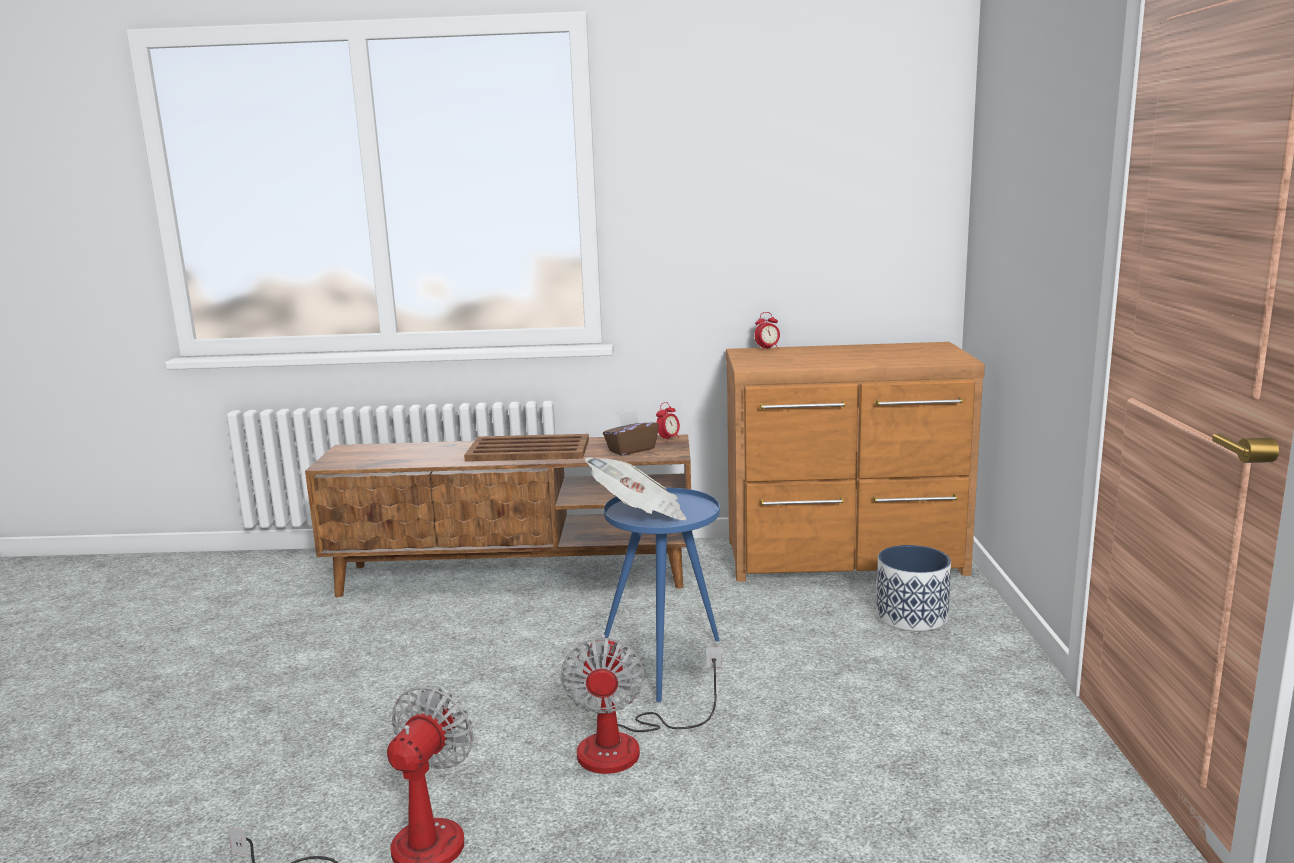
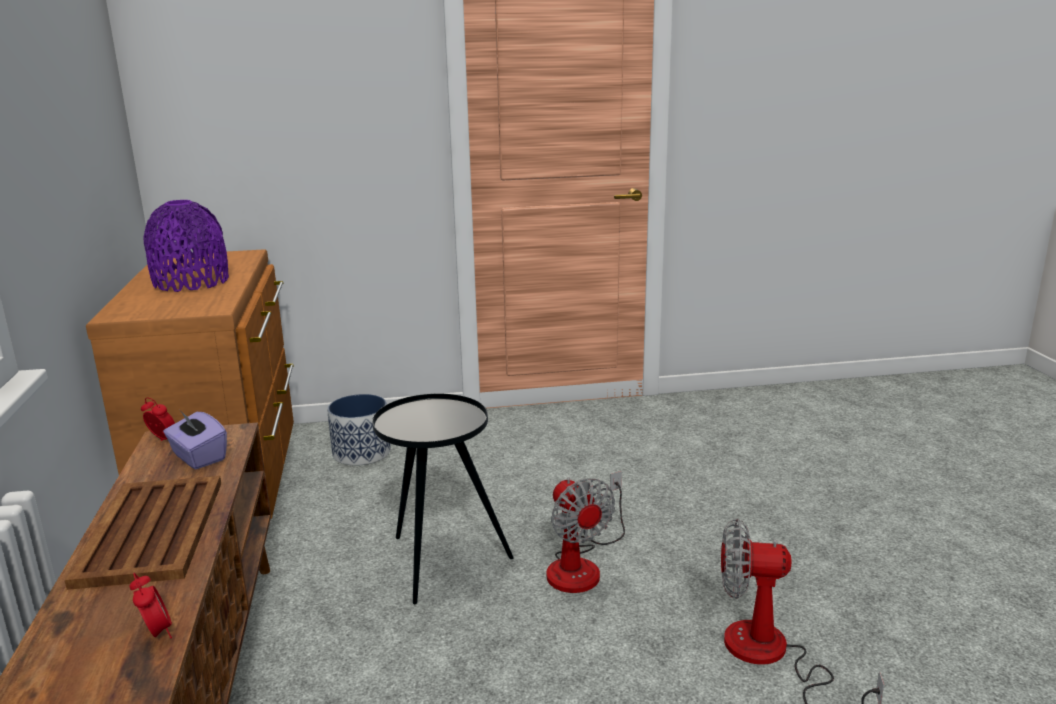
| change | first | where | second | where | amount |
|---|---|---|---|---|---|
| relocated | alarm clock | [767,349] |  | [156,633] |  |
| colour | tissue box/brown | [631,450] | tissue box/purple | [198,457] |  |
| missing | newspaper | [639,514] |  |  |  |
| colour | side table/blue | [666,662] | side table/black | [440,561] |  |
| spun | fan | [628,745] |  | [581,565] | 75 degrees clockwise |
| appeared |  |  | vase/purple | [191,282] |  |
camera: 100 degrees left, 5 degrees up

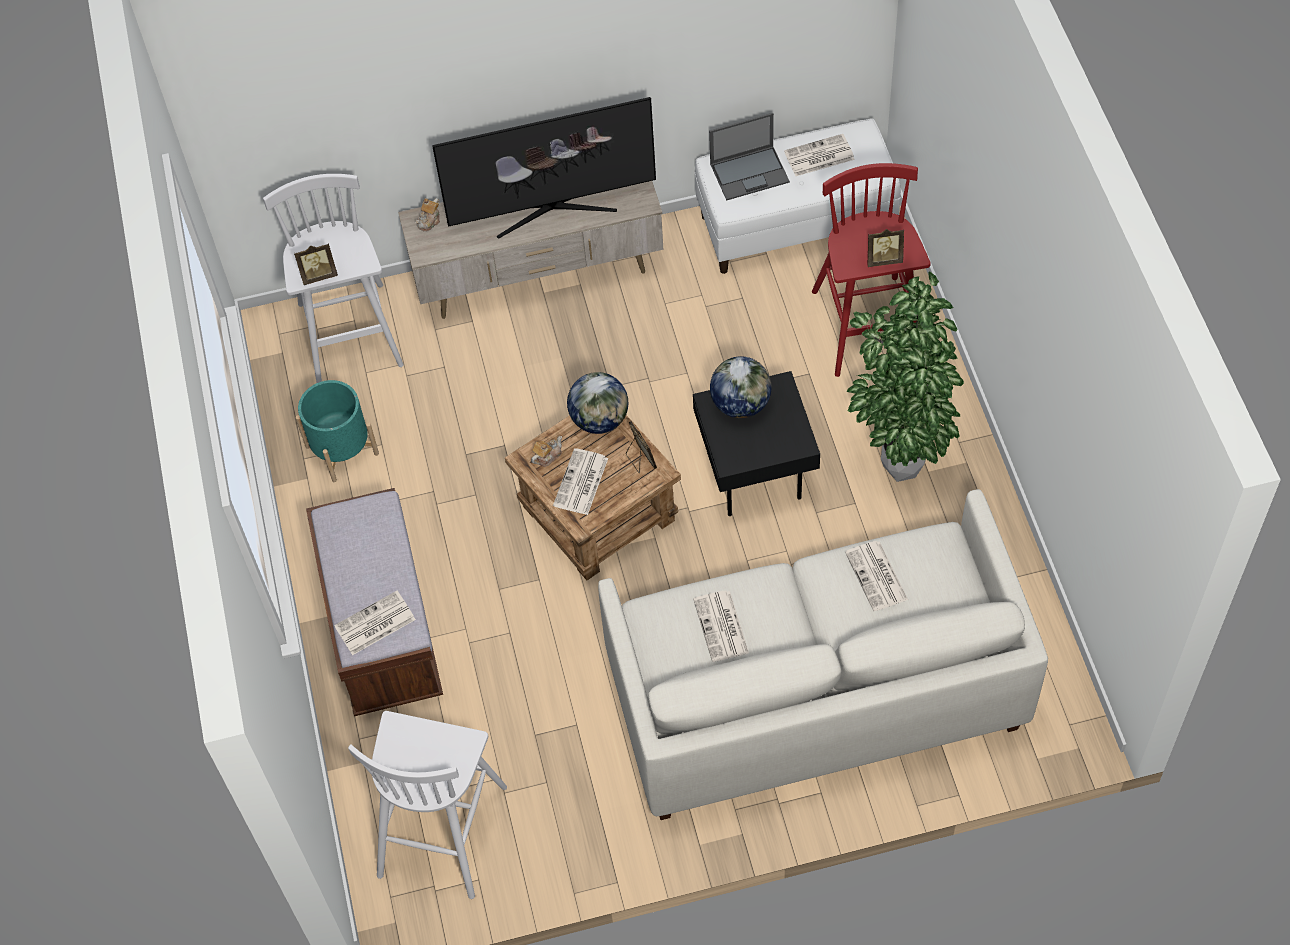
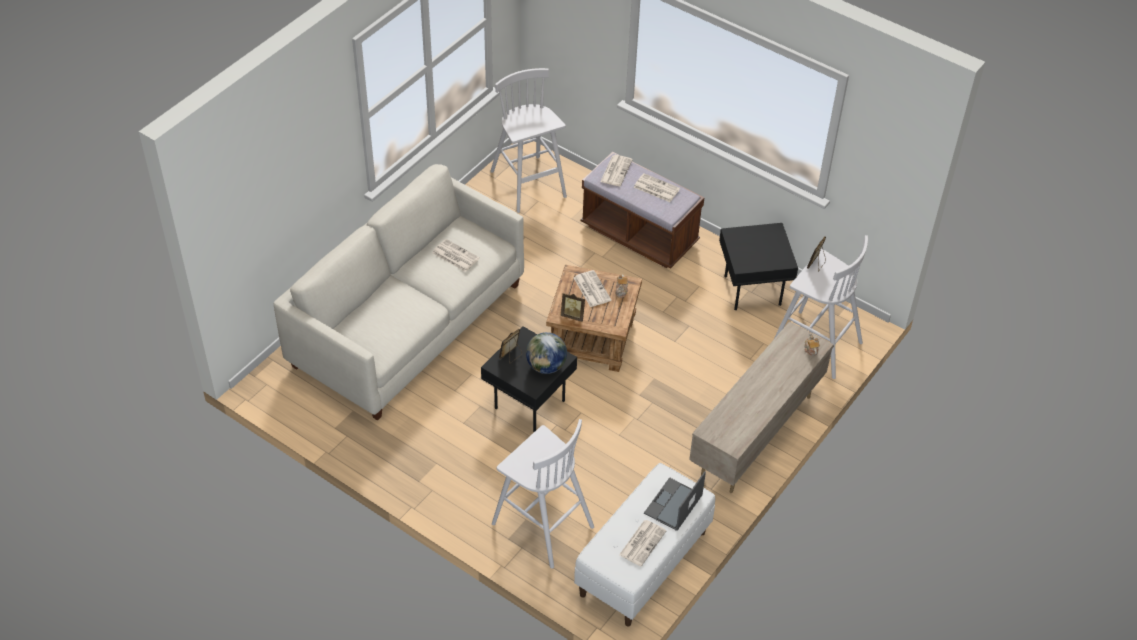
| change | first | where | second | where | amount |
|---|---|---|---|---|---|
| missing | television | [552,209] |  |  |  |
| colour | stool/red | [867,328] | stool/white | [541,524] |  |
| relocated | picture frame | [883,259] |  | [511,356] |  |
| missing | potted plant | [897,465] |  |  |  |
| missing | globe | [600,419] |  |  |  |
| exchanged | planter/turquoise | [342,450] | side table/black | [751,291] |  |
| relocated | newspaper | [877,577] |  | [656,188] |  |
camera: 135 degrees right, 10 degrees down

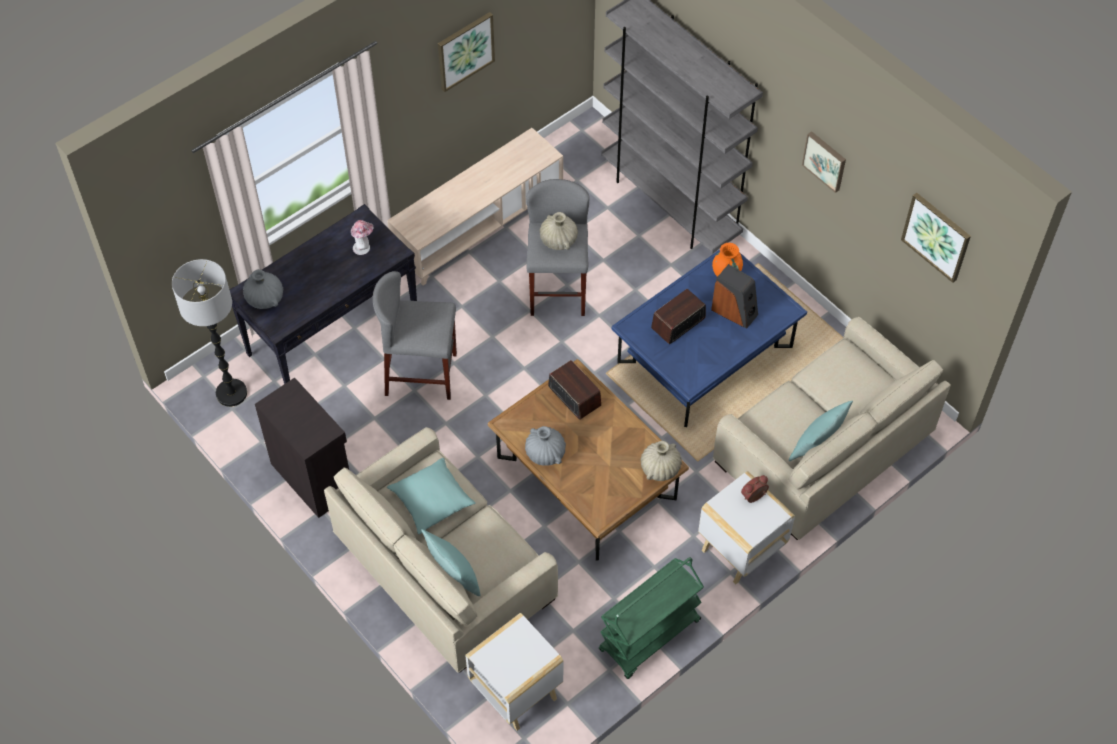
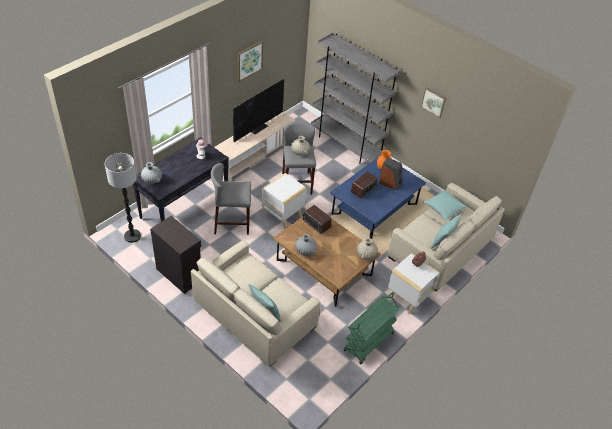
| change | first | where | second | where | amount |
|---|---|---|---|---|---|
| missing | picture | [936,236] |  |  |  |
| relocated | pillow/turquoise | [432,501] |  | [444,208] |  |
| relocated | side table/white | [514,690] |  | [282,214] |  |
| appeared |  |  | television | [258,127] |  |
camera: 10 degrees left, 10 degrees down

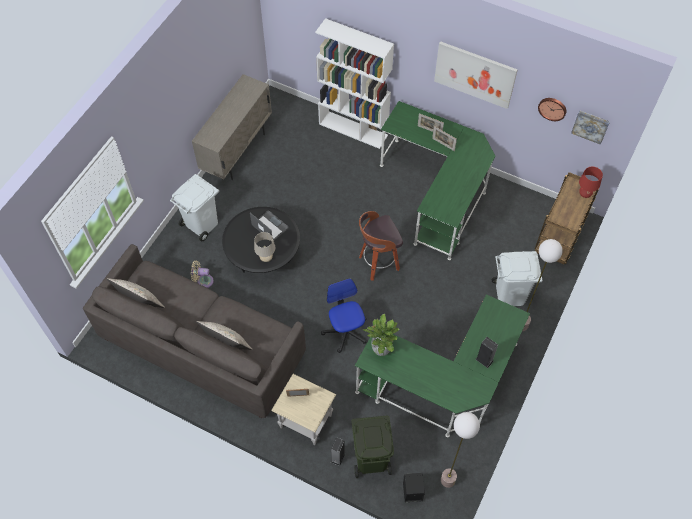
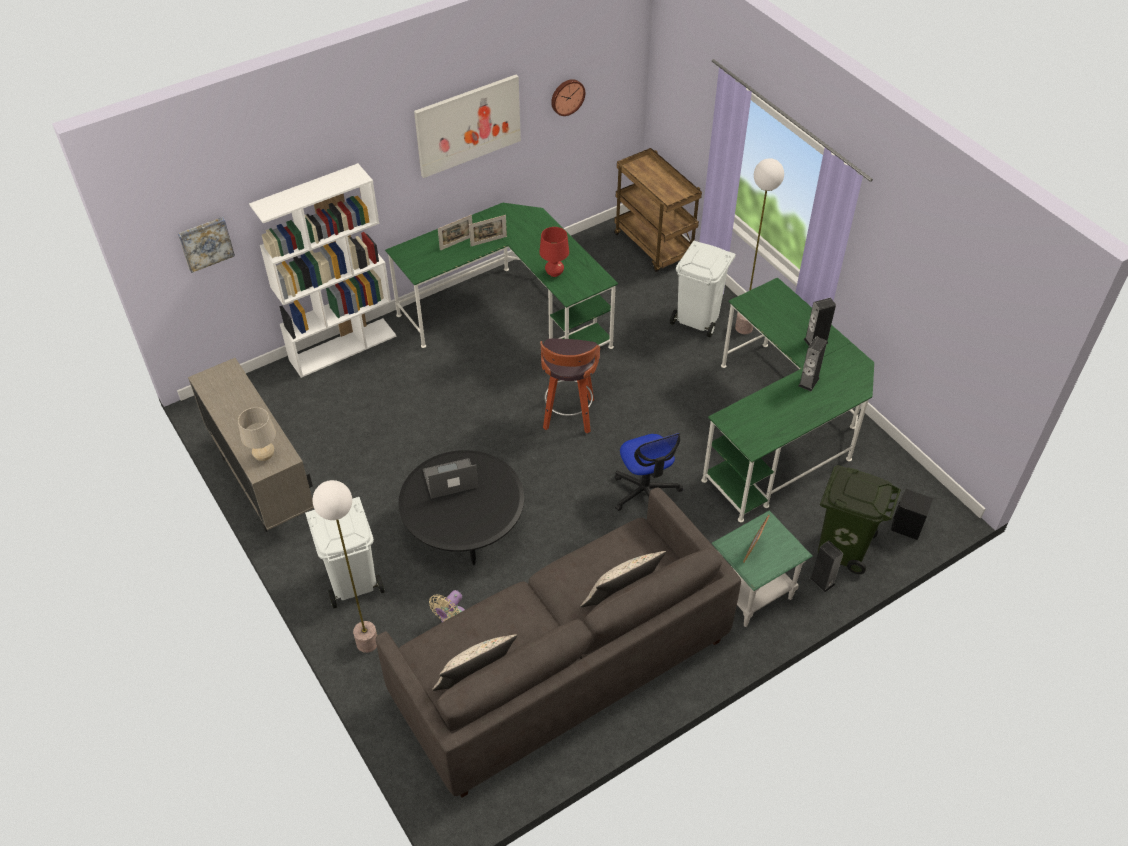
| change | first | where | second | where | amount |
|---|---|---|---|---|---|
| relocated | picture | [590,126] |  | [205,243] |  |
| relocated | table lamp/red | [584,194] |  | [554,273] |  |
| relocated | table lamp/beige | [266,258] |  | [264,456] |  |
| spun | office chair | [345,331] |  | [645,492] | 120 degrees counterclockwise |
| missing | potted plant | [381,349] |  |  |  |
| colour | side table/beige | [305,421] | side table/green | [751,594] |  |
| relocated | floor lamp | [447,480] |  | [367,643] |  |
| appeared |  |  | speaker | [808,382] |  |
camera: 60 degrees left, 10 degrees down

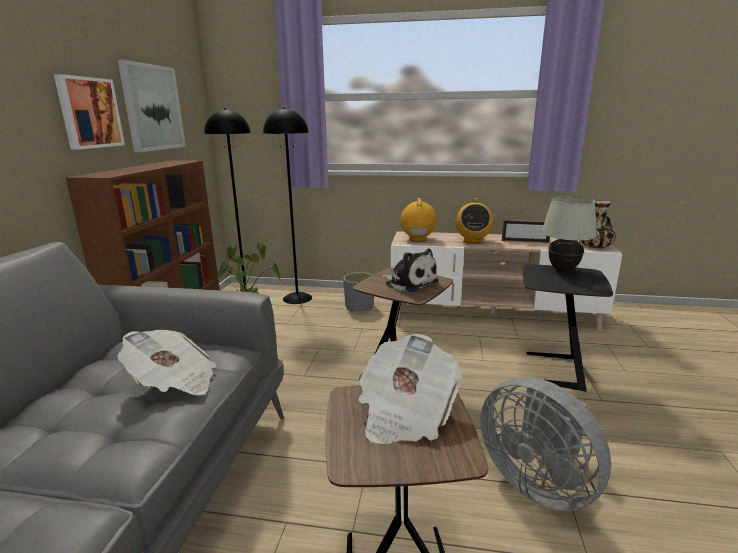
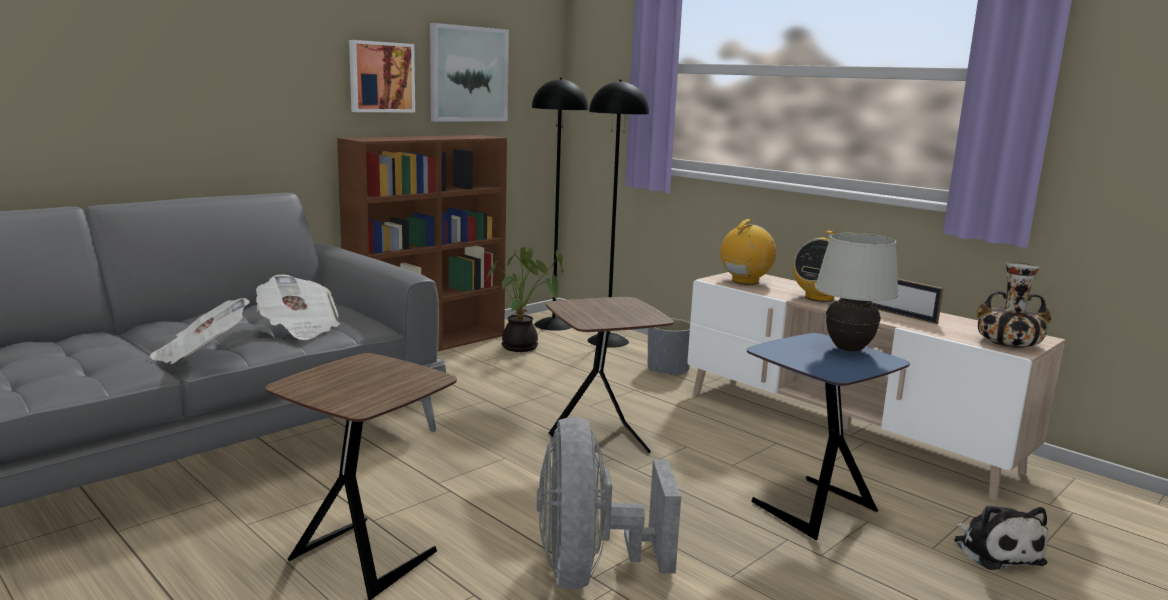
| change | first | where | second | where | amount |
|---|---|---|---|---|---|
| relocated | plush toy | [409,283] |  | [995,550] |  |
| colour | side table/black | [551,371] | side table/blue | [809,506] |  |
| relocated | newspaper | [405,412] |  | [201,355] |  |
camera: 35 degrees right, 5 degrees down

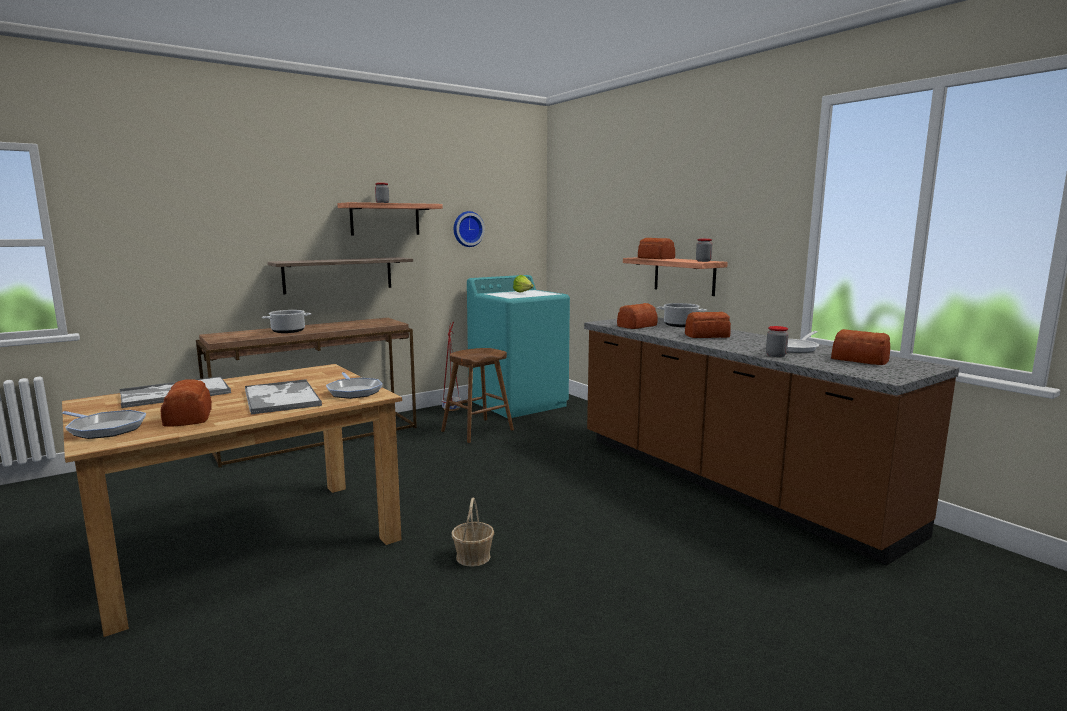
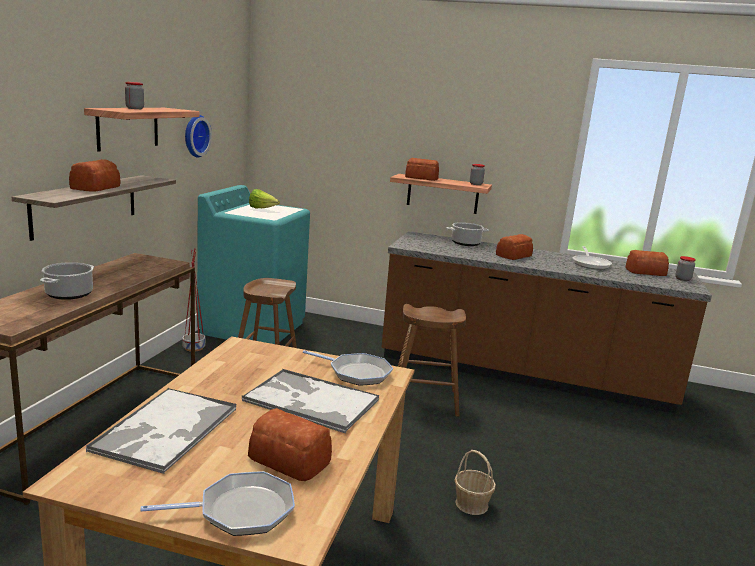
| change | first | where | second | where | amount |
|---|---|---|---|---|---|
| relocated | bread | [636,326] |  | [94,188] |  |
| relocated | jar | [776,355] |  | [682,279] |  |
| appeared |  |  | stool/brown | [424,400] |  |
camera: 40 degrees left, 5 degrees up

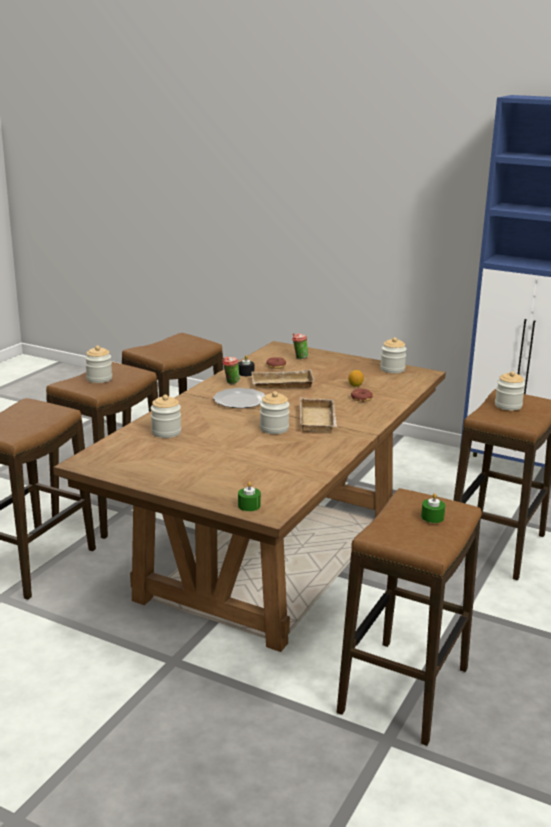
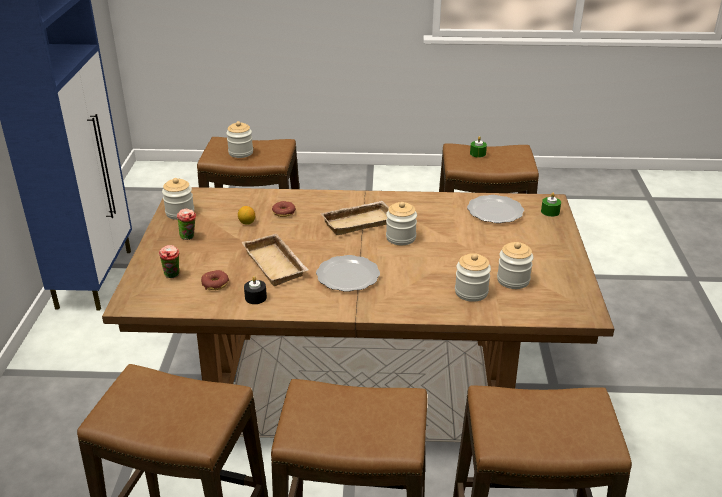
| change | first | where | second | where | amount |
|---|---|---|---|---|---|
| relocated | jar | [99,379] |  | [513,280] |  |
| relocated | cup | [231,383] |  | [189,238] |  |
| appeared |  |  | plate | [494,211] |  |
camera: 115 degrees left, 10 degrees up

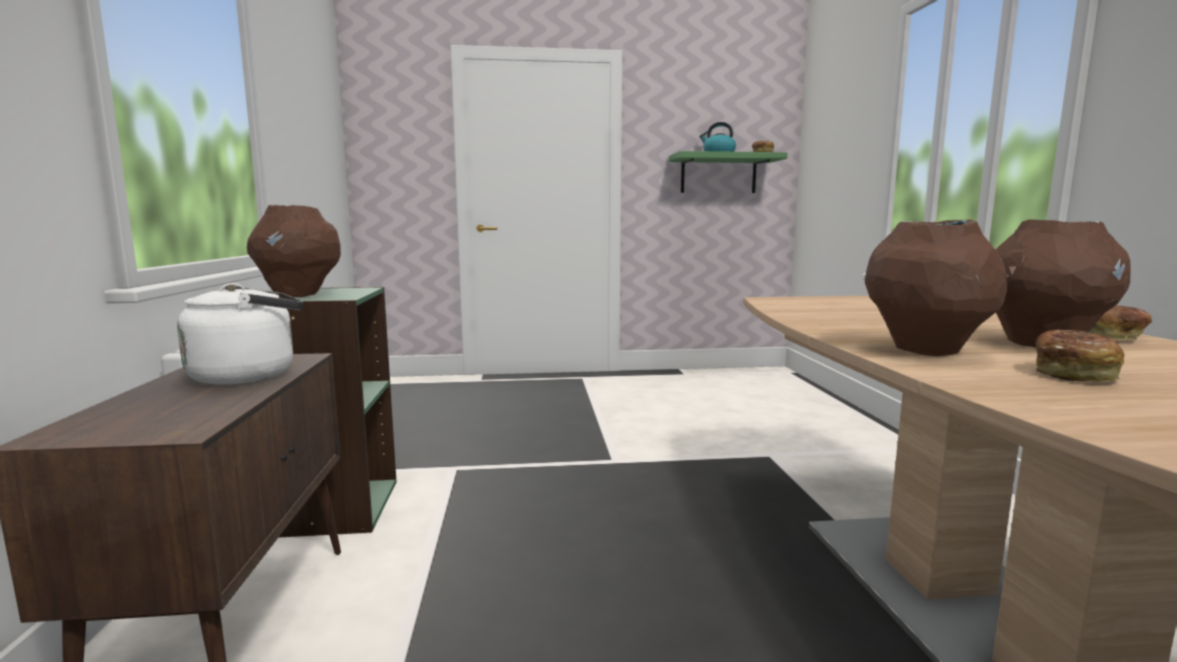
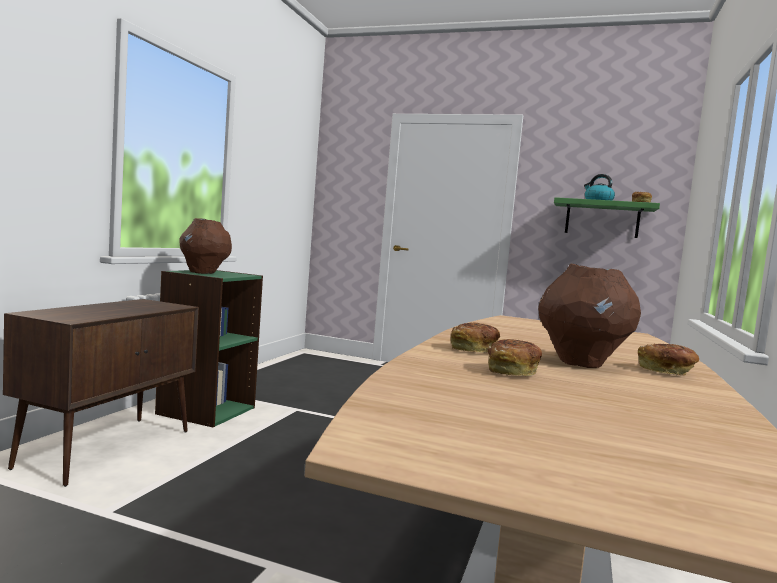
| change | first | where | second | where | amount |
|---|---|---|---|---|---|
| exchanged | vase/brown | [926,351] | bread | [473,350] |  |
| missing | kettle/white | [250,375] |  |  |  |
camera: 25 degrees right, 5 degrees down

